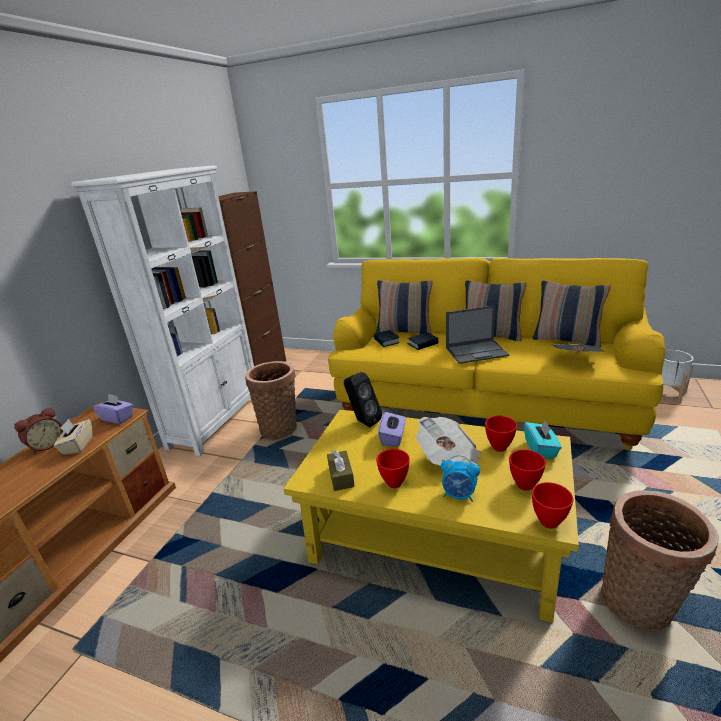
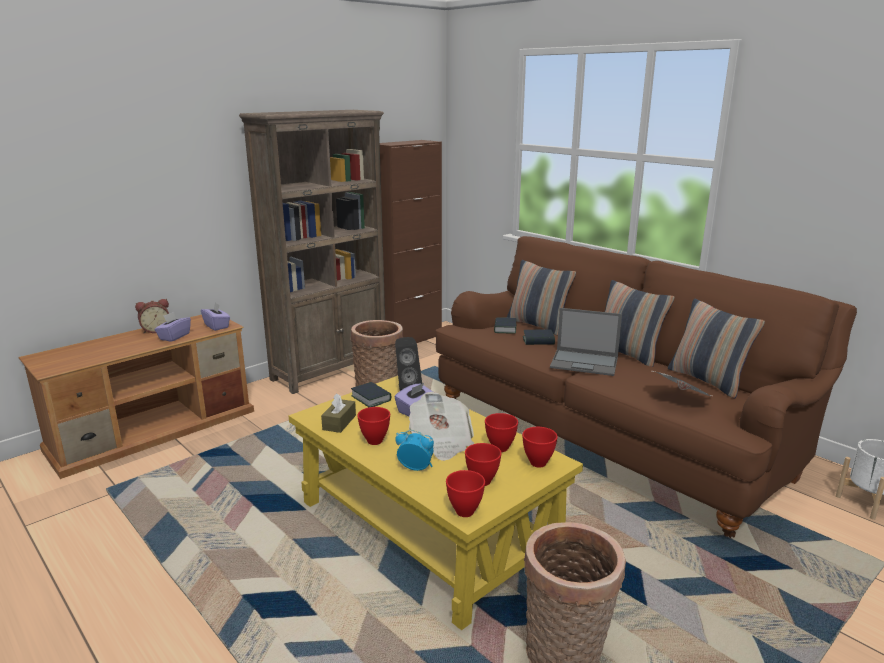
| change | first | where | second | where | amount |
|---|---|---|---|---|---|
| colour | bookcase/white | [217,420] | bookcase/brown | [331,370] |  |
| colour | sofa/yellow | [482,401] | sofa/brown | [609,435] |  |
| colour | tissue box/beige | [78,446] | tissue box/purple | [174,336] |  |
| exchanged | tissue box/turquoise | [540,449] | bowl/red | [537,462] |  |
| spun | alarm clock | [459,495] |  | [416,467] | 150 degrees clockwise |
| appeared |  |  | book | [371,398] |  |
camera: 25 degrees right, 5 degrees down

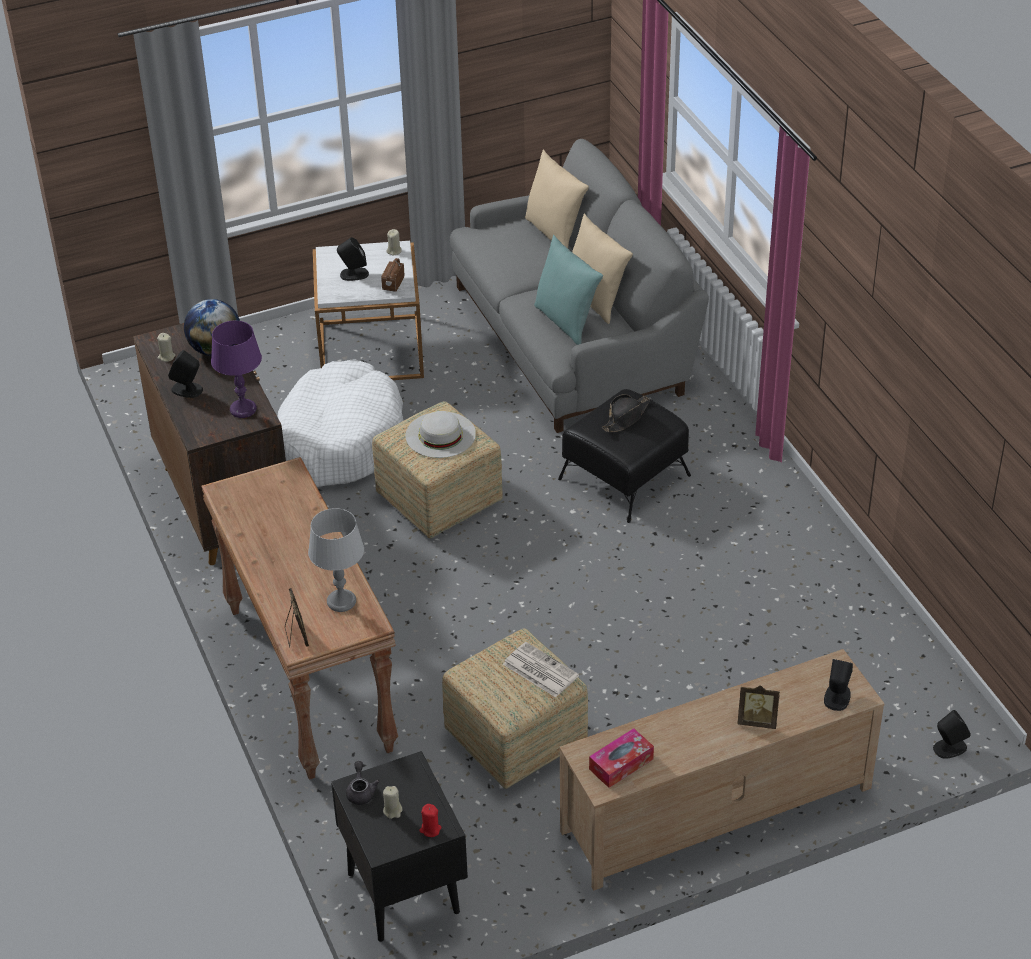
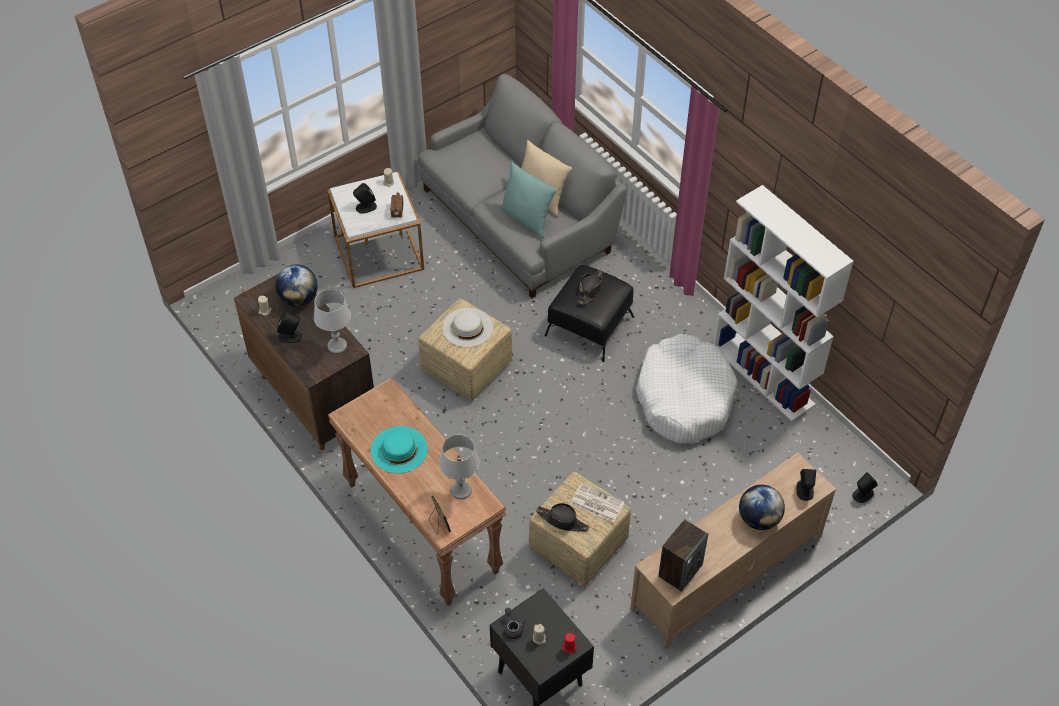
| change | first | where | second | where | amount |
|---|---|---|---|---|---|
| missing | pillow/beige | [555,233] |  |  |  |
| colour | table lamp/purple | [243,409] | table lamp/grey | [337,346] |  |
| relocated | dog bed/white | [338,440] |  | [684,398] |  |
| exchanged | picture frame | [757,721] | globe | [759,519] |  |
| exchanged | tissue box | [621,764] | speaker | [680,570] |  |
| appeared |  |  | bookcase/white | [764,375] |  |
| appeared |  |  | hat/turquoise | [399,449] |  |
| appeared |  |  | hat/black | [562,521] |  |
camera: 15 degrees left, 10 degrees up

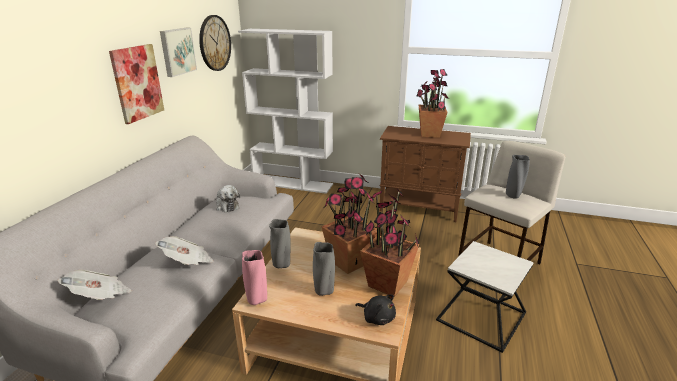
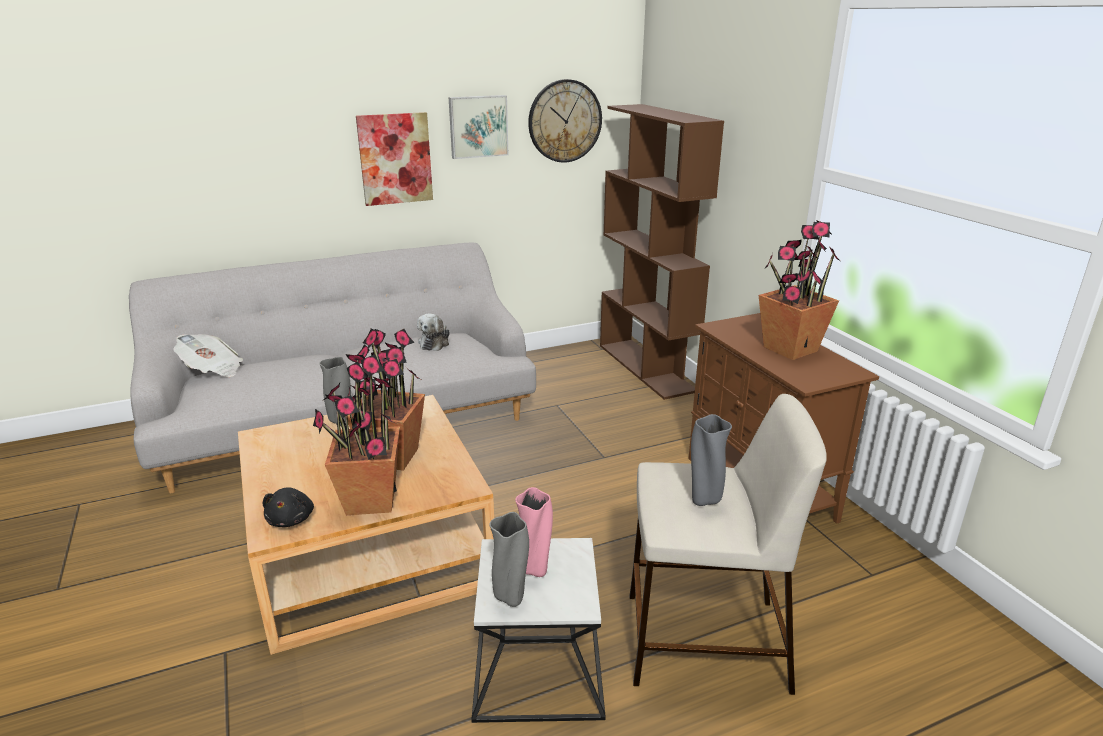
| change | first | where | second | where | amount |
|---|---|---|---|---|---|
| colour | bookcase/white | [293,184] | bookcase/brown | [646,368] |  |
| missing | newspaper | [188,262] |  |  |  |
| relocated | vase/grey | [324,291] |  | [511,597] |  |
| relocated | vase/pink | [257,300] |  | [534,569] |  |
camera: 50 degrees right, 0 degrees up

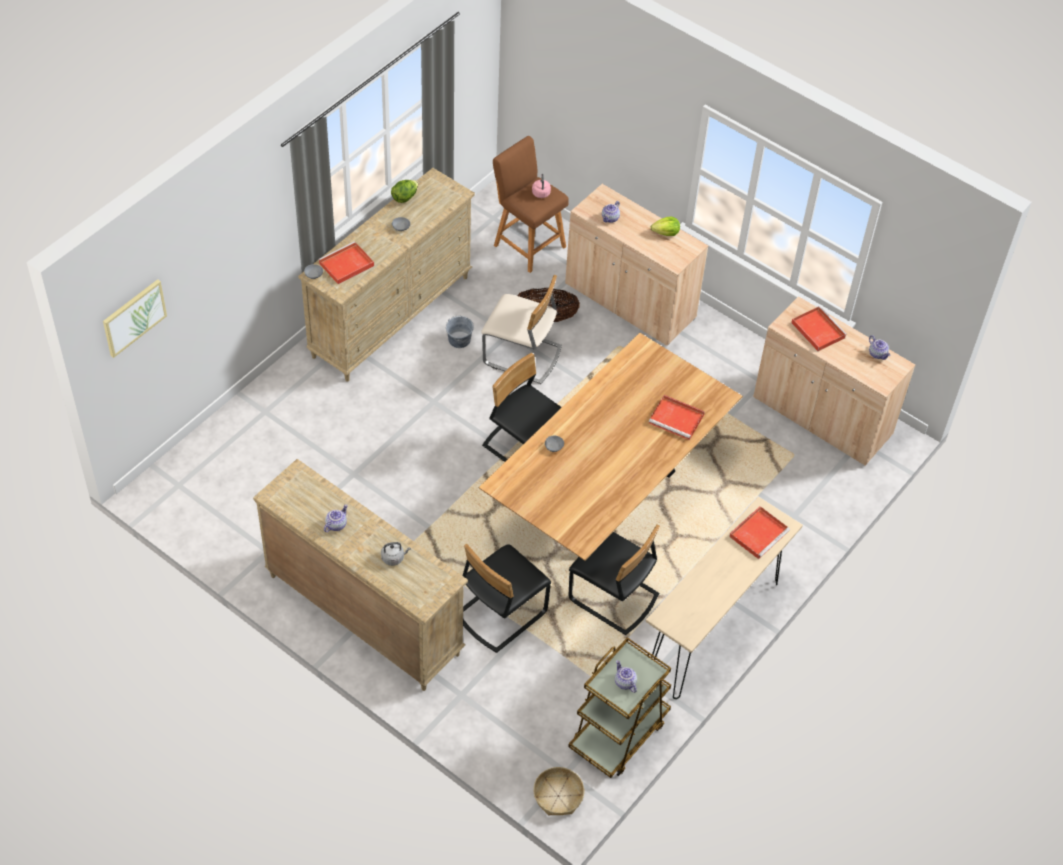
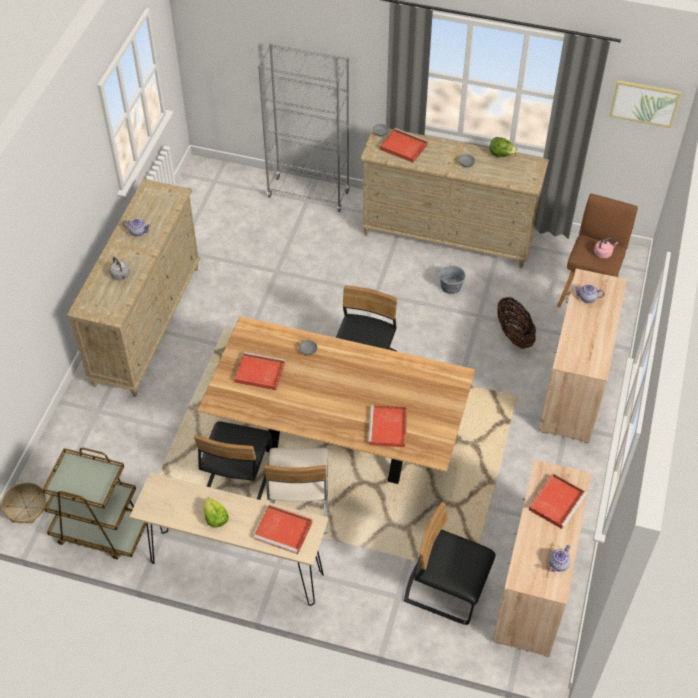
| change | first | where | second | where | amount |
|---|---|---|---|---|---|
| relocated | lettuce | [666,233] |  | [215,518] |  |
| relocated | chair/beige | [522,356] |  | [298,505] |  |
| relocated | picture | [134,317] |  | [644,103] |  |
| relocated | chair/black | [500,613] |  | [446,588] |  |
| missing | teapot | [624,682] |  |  |  |
| appeared |  |  | bookcase/grey | [309,194] |  |
| appeared |  |  | tray/red | [258,373] |  |
camera: 70 degrees right, 0 degrees up

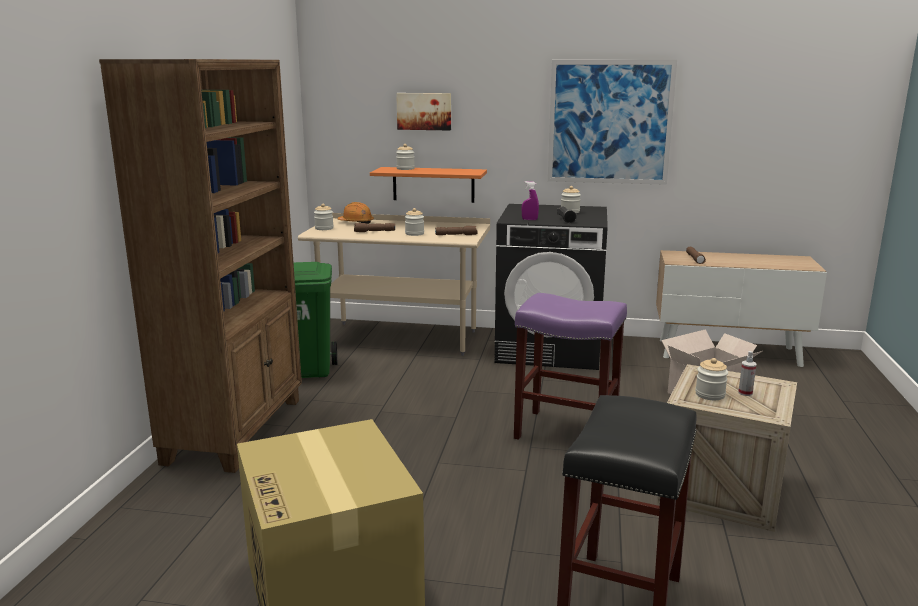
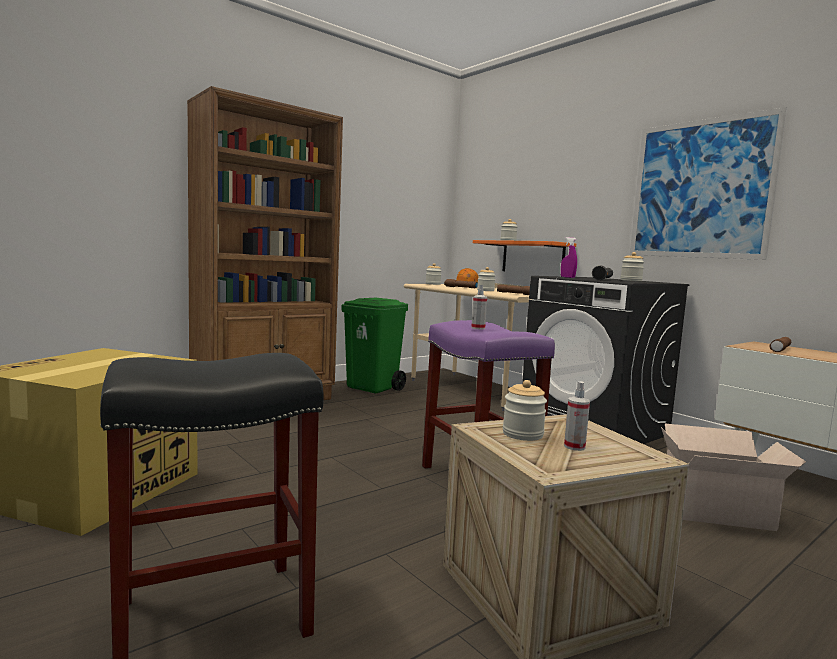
| change | first | where | second | where | amount |
|---|---|---|---|---|---|
| missing | picture | [424,111] |  |  |  |
| appeared |  |  | spray bottle | [478,328] |  |
camera: 40 degrees right, 10 degrees down

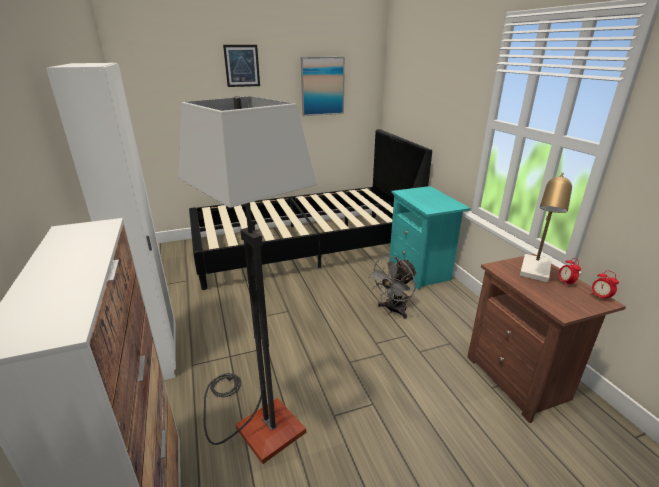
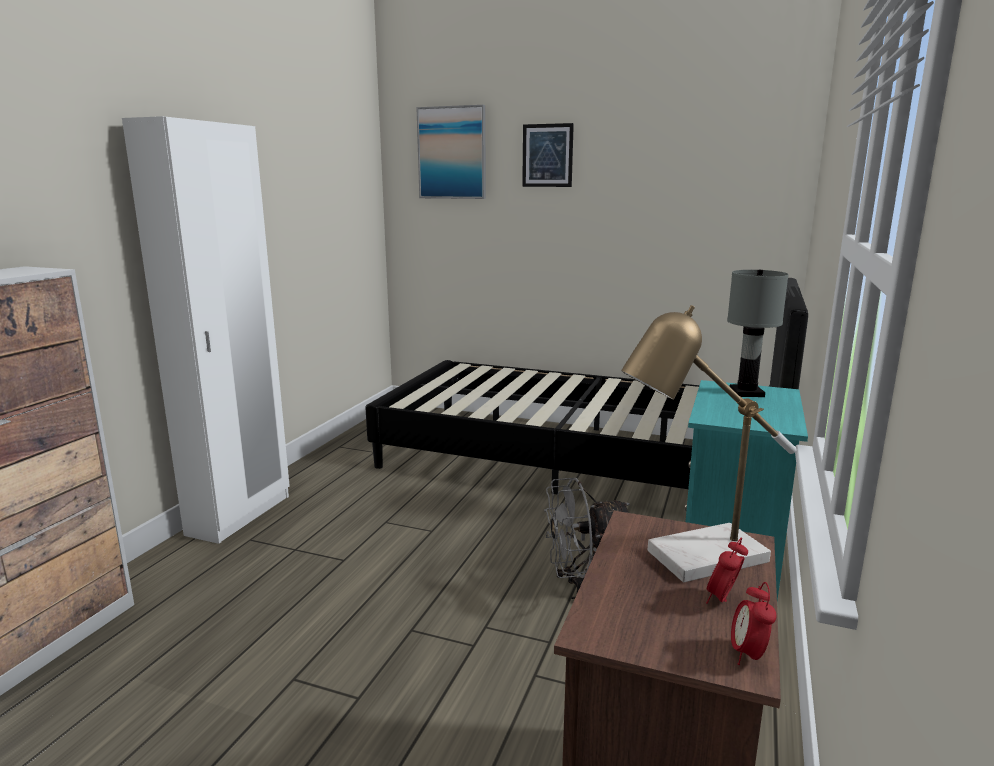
| change | first | where | second | where | amount |
|---|---|---|---|---|---|
| relocated | picture | [322,86] |  | [452,153] |  |
| missing | floor lamp | [256,421] |  |  |  |
| appeared |  |  | table lamp/grey | [747,392] |  |
camera: 40 degrees right, 10 degrees down

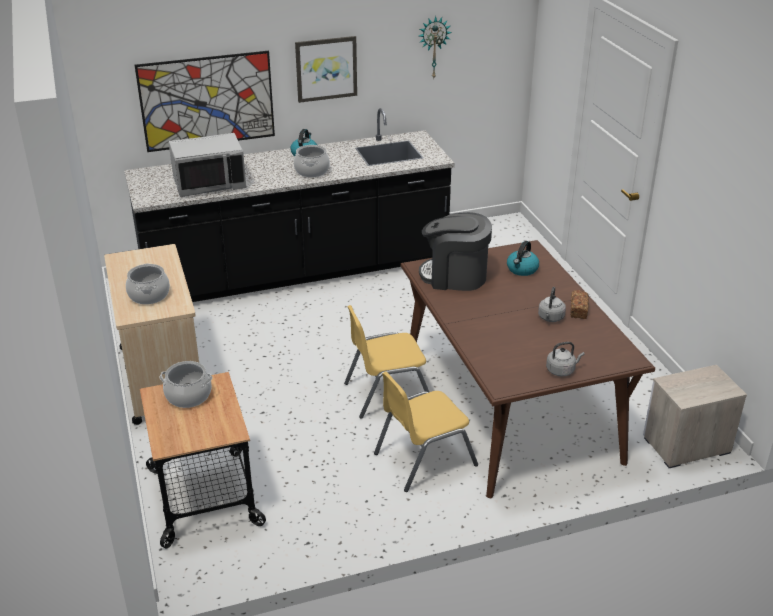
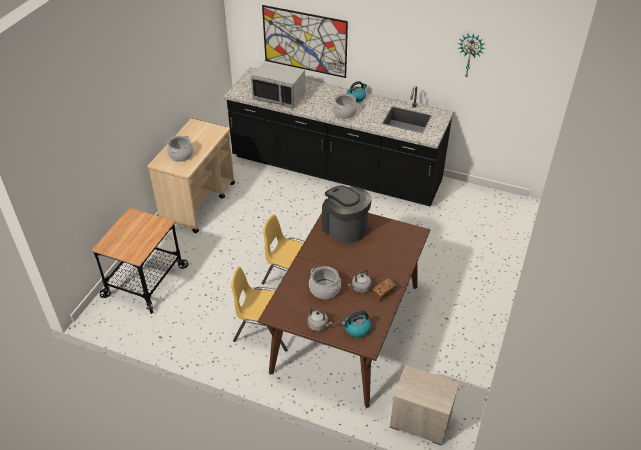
| change | first | where | second | where | amount |
|---|---|---|---|---|---|
| missing | picture | [326,68] |  |  |  |
| relocated | kettle | [522,269] |  | [356,329] |  |
| relocated | cooking pot | [188,395] |  | [325,289] |  |
camera: 40 degrees right, 10 degrees up

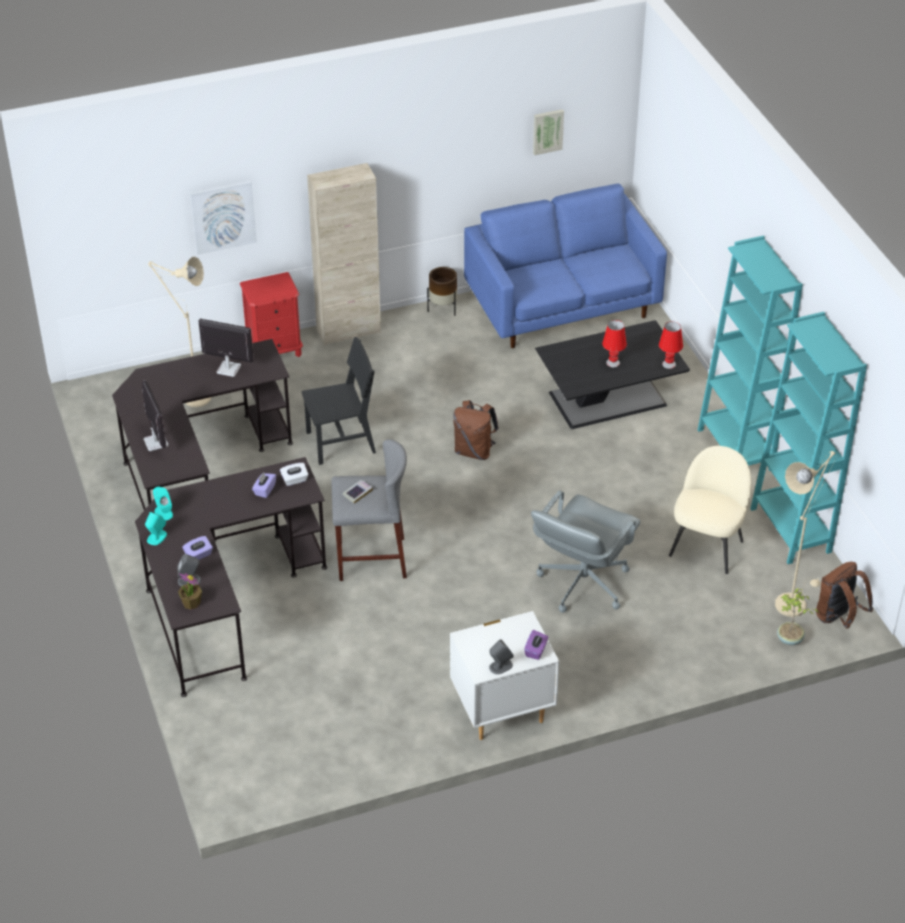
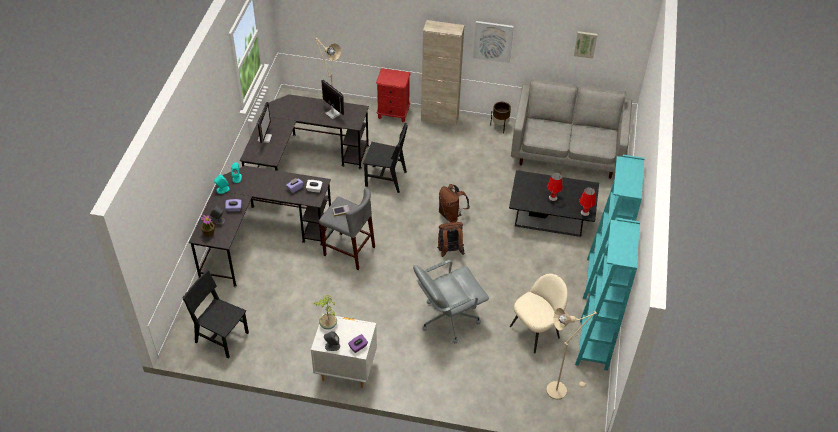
| change | first | where | second | where | amount |
|---|---|---|---|---|---|
| relocated | picture | [223,216] |  | [493,41] |  |
| colour | sofa/blue | [563,308] | sofa/grey | [567,153] |  |
| relocated | backpack/brown | [838,618] |  | [449,251] |  |
| relocated | potted plant | [789,640] |  | [328,325] |  |
| appeared |  |  | chair/black | [222,337] |  |
camera: 30 degrees right, 5 degrees up

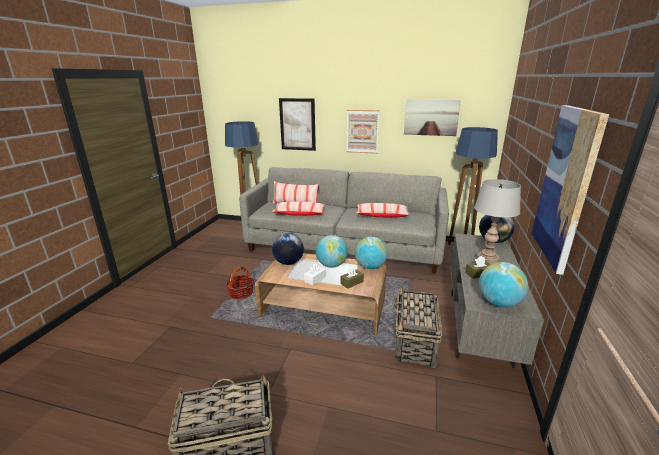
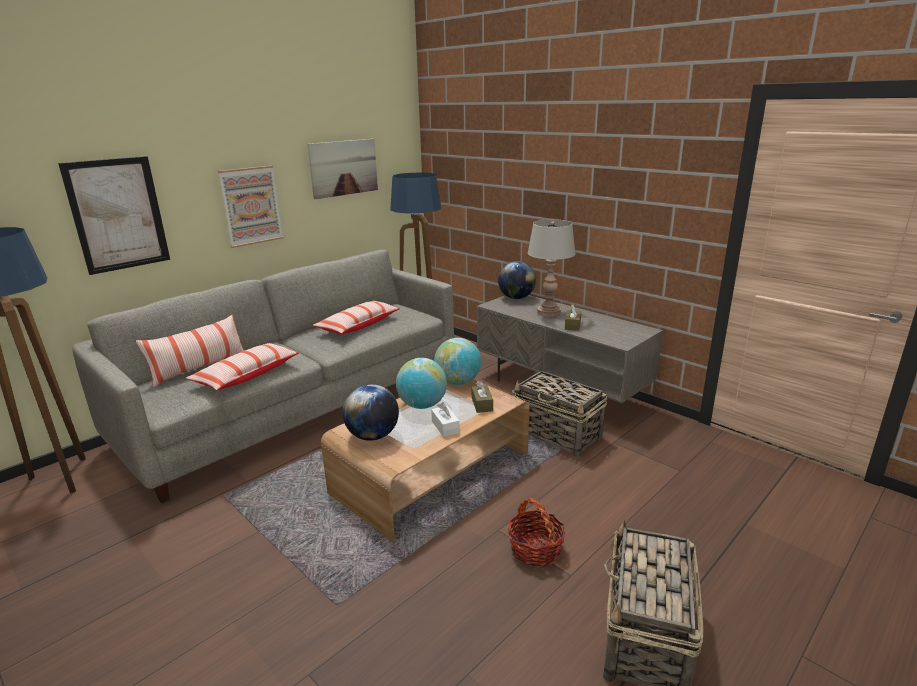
| change | first | where | second | where | amount |
|---|---|---|---|---|---|
| missing | picture | [566,186] |  |  |  |
| missing | globe | [499,303] |  |  |  |
| relocated | basket | [241,293] |  | [535,549] |  |
camera: 60 degrees left, 0 degrees up

